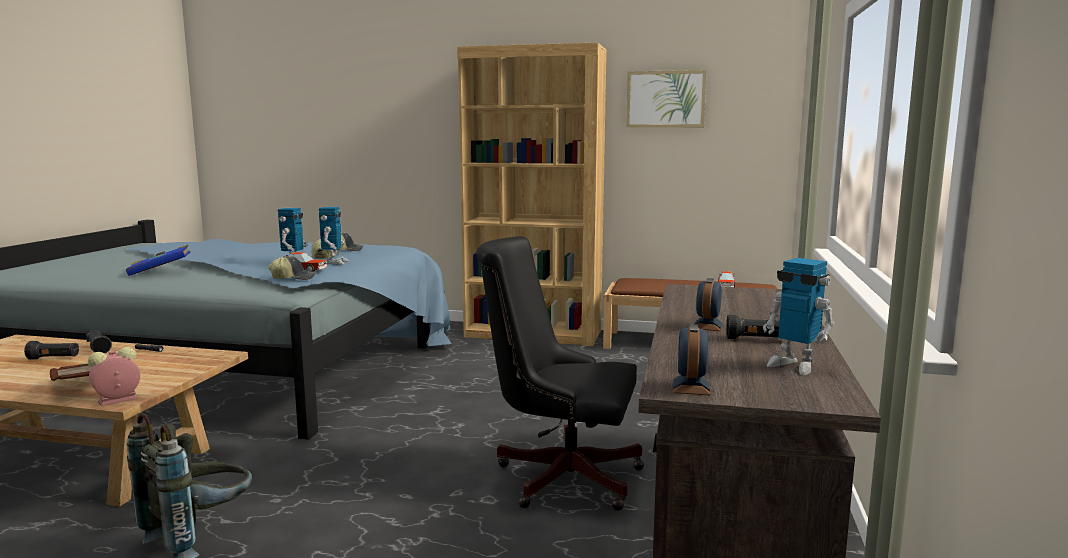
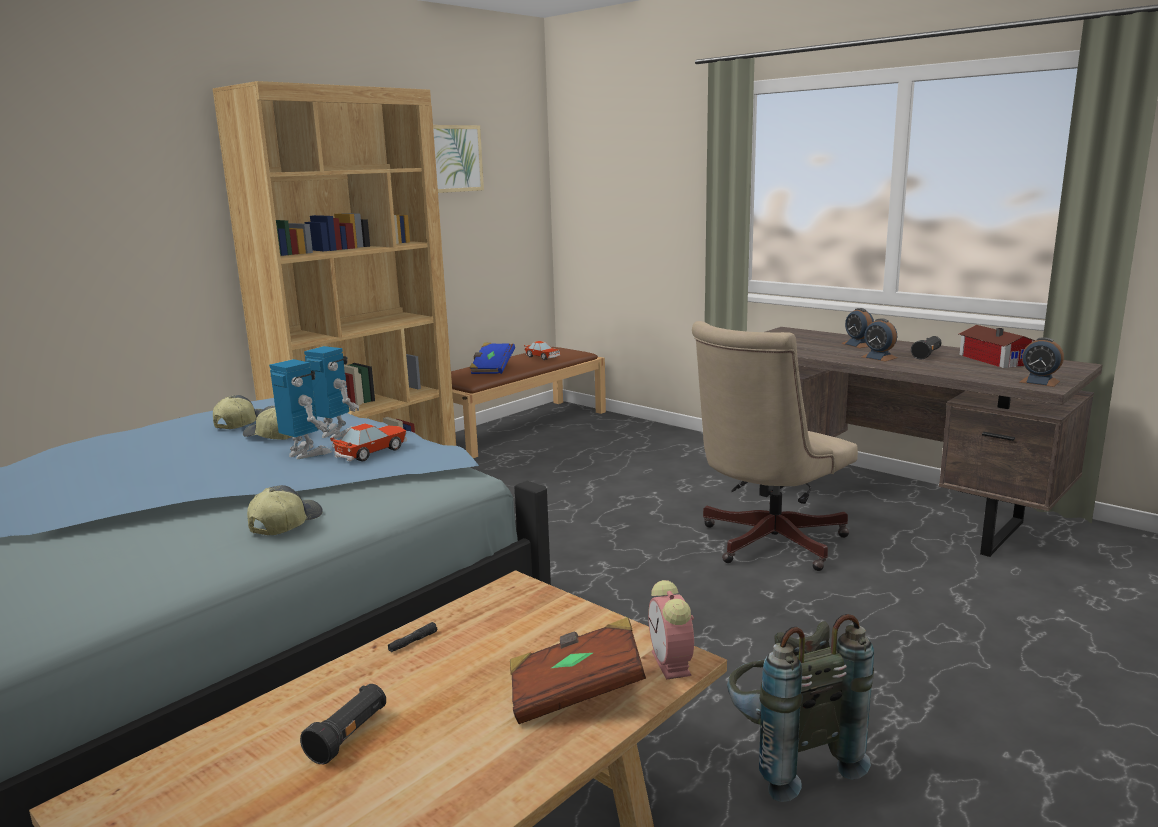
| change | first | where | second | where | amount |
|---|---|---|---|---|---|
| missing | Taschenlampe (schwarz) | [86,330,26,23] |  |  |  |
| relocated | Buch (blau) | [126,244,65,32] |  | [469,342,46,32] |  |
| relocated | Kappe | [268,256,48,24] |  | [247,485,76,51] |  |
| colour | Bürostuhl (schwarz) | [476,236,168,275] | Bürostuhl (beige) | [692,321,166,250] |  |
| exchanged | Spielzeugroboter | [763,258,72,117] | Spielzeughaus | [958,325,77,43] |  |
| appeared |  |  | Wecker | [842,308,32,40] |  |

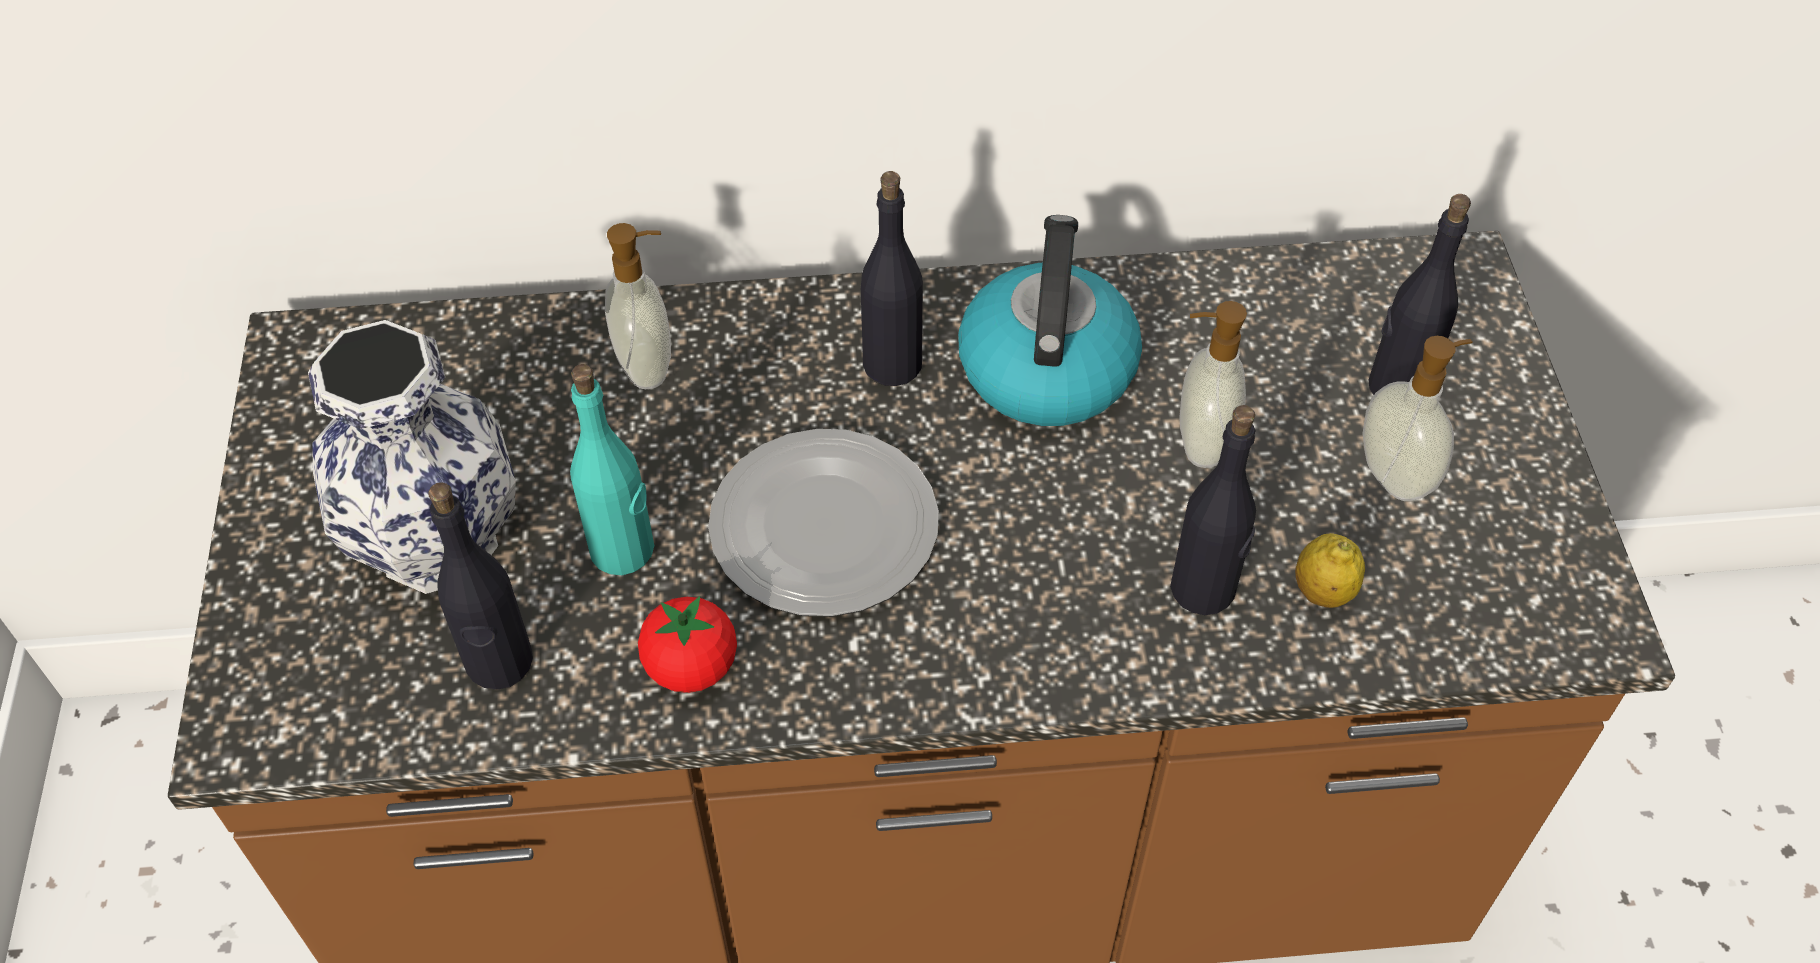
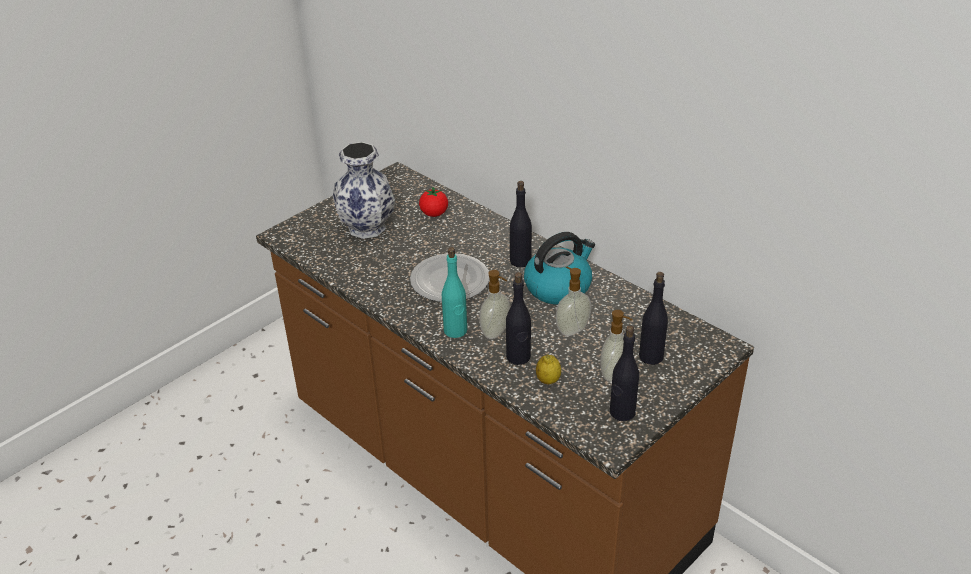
| change | first | where | second | where | amount |
|---|---|---|---|---|---|
| relocated | Flasche (schwarz) | [428,482,105,208] |  | [610,325,29,96] |  |
| relocated | Flasche (türkis) | [570,364,84,211] |  | [442,247,25,91] |  |
| relocated | Seifenspender | [605,223,66,166] |  | [479,270,31,69] |  |
| relocated | Tomate | [638,596,99,97] |  | [419,187,29,30] |  |

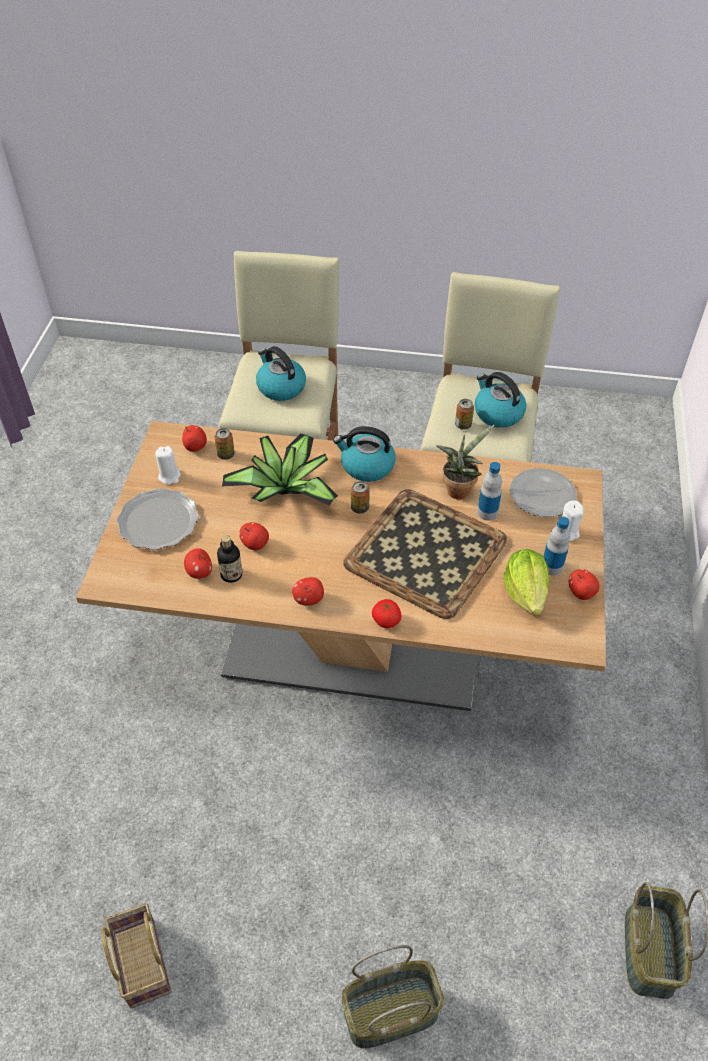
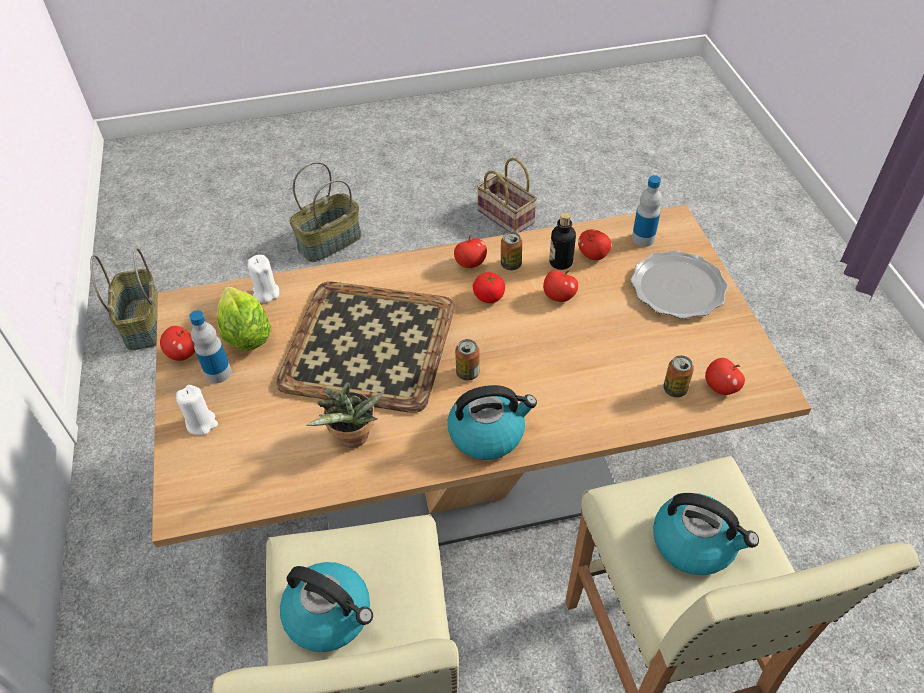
| change | first | where | second | where | amount |
|---|---|---|---|---|---|
| relocated | Kerze (weiß) | [155,446,26,39] |  | [248,255,31,48] |  |
| missing | Topfpflanze | [222,434,116,72] |  |  |  |
| relocated | Tomate | [372,599,29,29] |  | [473,272,32,31] |  |
| relocated | Dose | [455,399,19,31] |  | [501,232,21,38] |  |
| relocated | Flasche | [477,462,25,59] |  | [632,175,30,72] |  |
| missing | Teller | [510,468,67,49] |  |  |  |

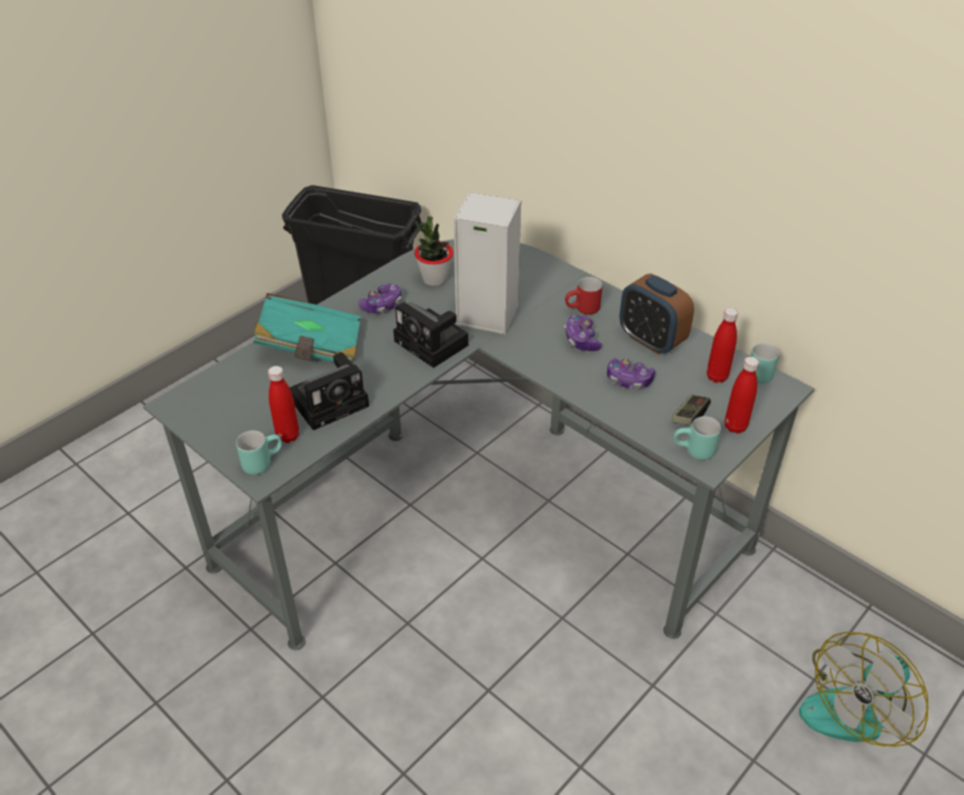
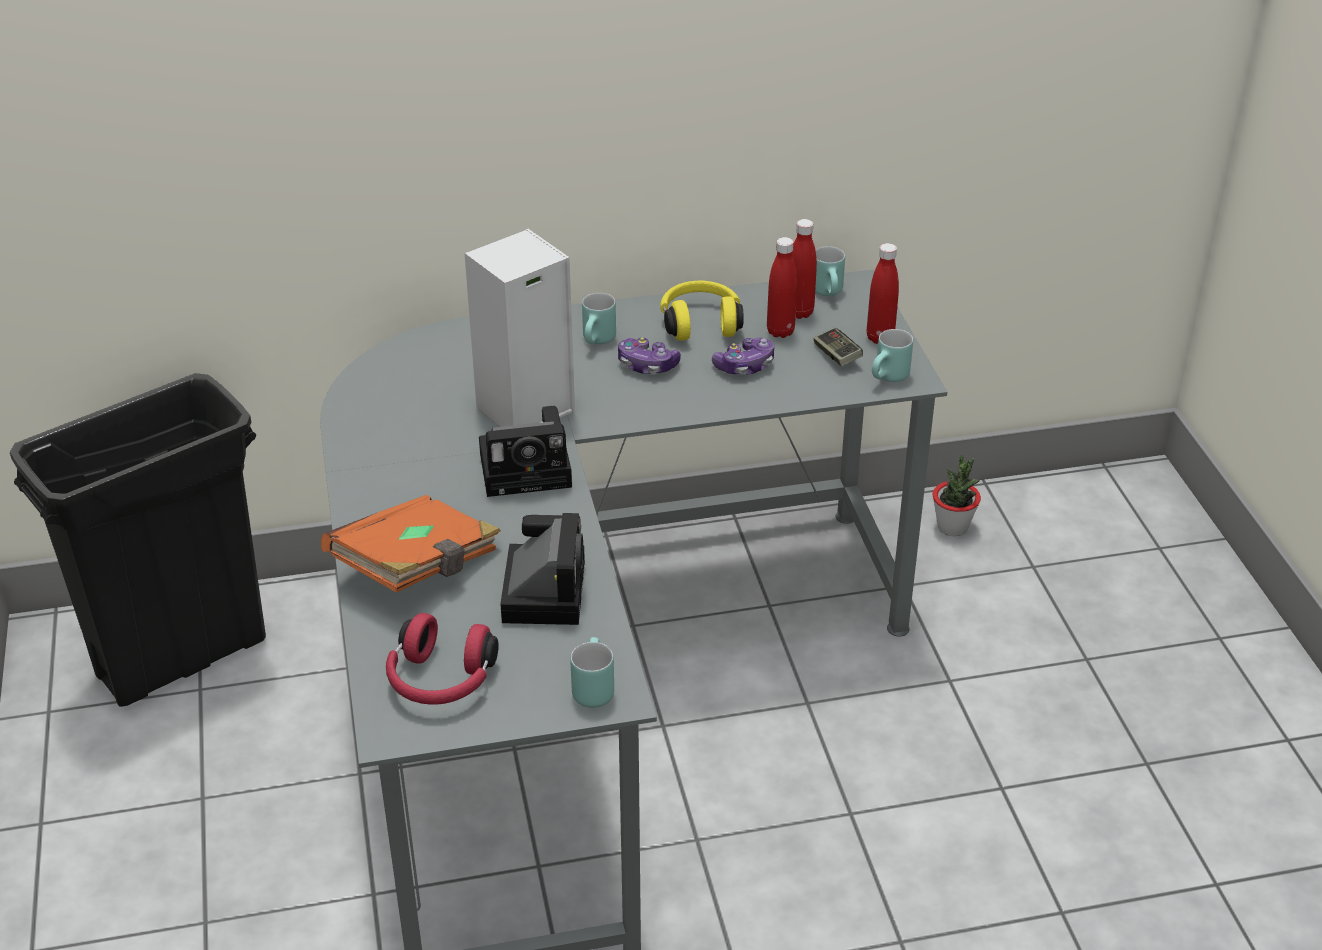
| change | first | where | second | where | amount |
|---|---|---|---|---|---|
| colour | Buch (türkis) | [253,293,108,69] | Buch (orange) | [321,495,180,98] |  |
| relocated | Flasche (rot) | [268,366,31,77] |  | [767,237,30,101] |  |
| missing | Gamepad | [358,284,43,29] |  |  |  |
| relocated | Topfpflanze | [414,216,39,70] |  | [933,456,48,80] |  |
| colour | Henkelbecher (rot) | [565,277,37,38] | Henkelbecher (türkis) | [582,293,34,51] |  |
| exchanged | Wecker | [620,274,74,80] | Kopfhörer (gelb) | [660,281,84,60] |  |
| missing | Ventilator | [799,632,129,115] |  |  |  |
| appeared |  |  | Kopfhörer (rot) | [386,613,113,92] |  |

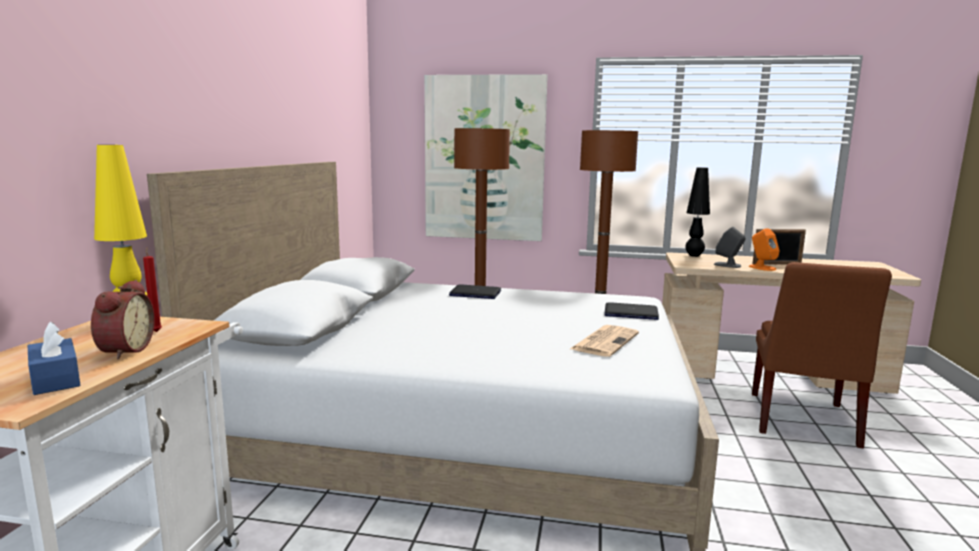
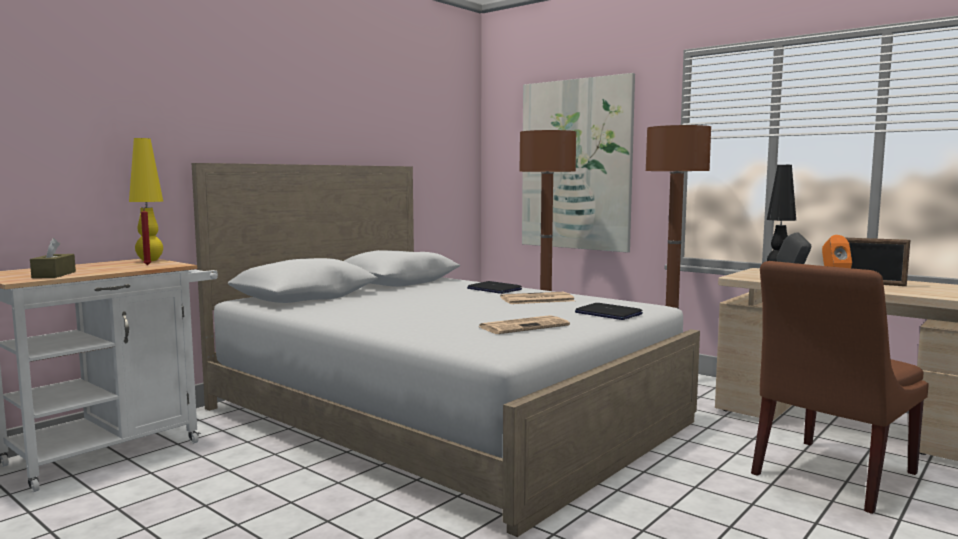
| change | first | where | second | where | amount |
|---|---|---|---|---|---|
| colour | Taschentuchbox (blau) | [28,322,53,73] | Taschentuchbox (braun) | [30,238,46,40] |  |
| missing | Wecker | [91,280,64,80] |  |  |  |
| appeared |  |  | Zeitung | [500,292,75,12] |  |

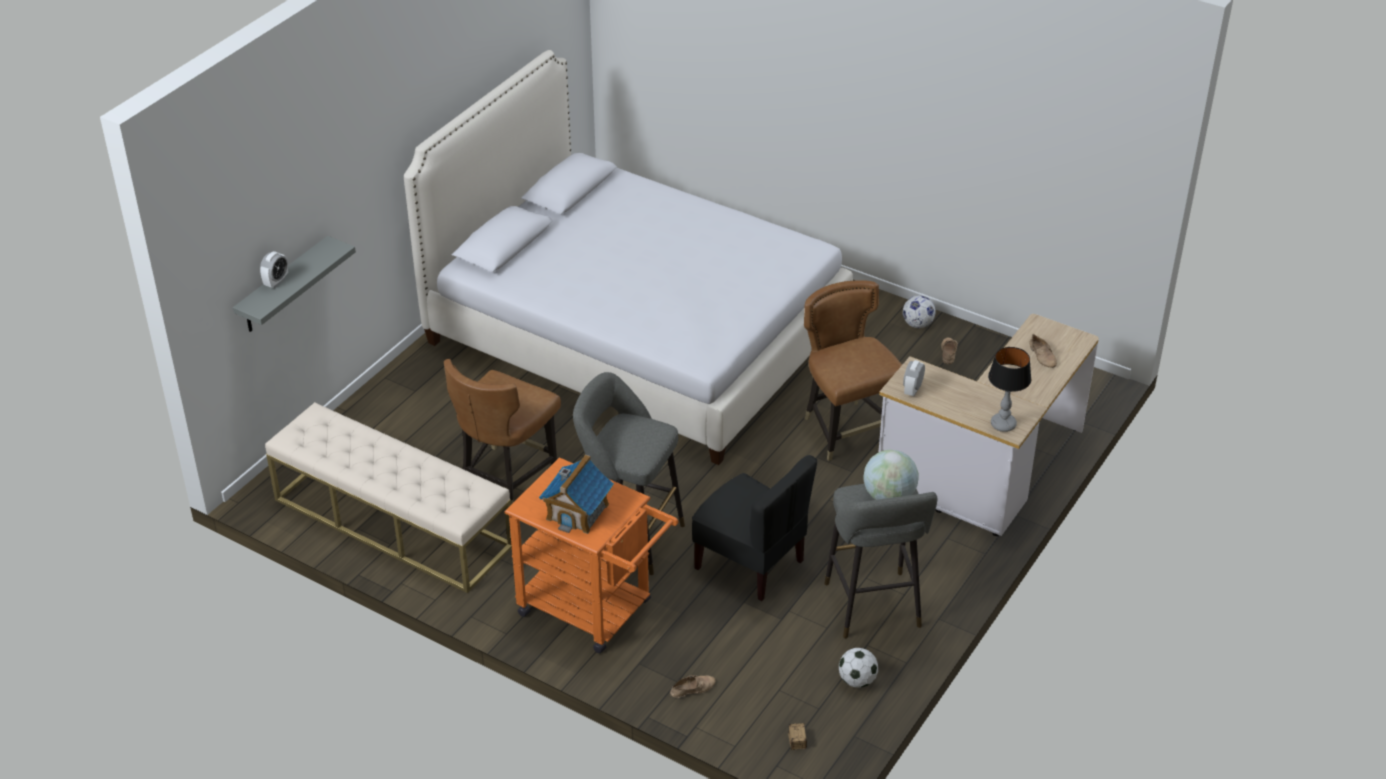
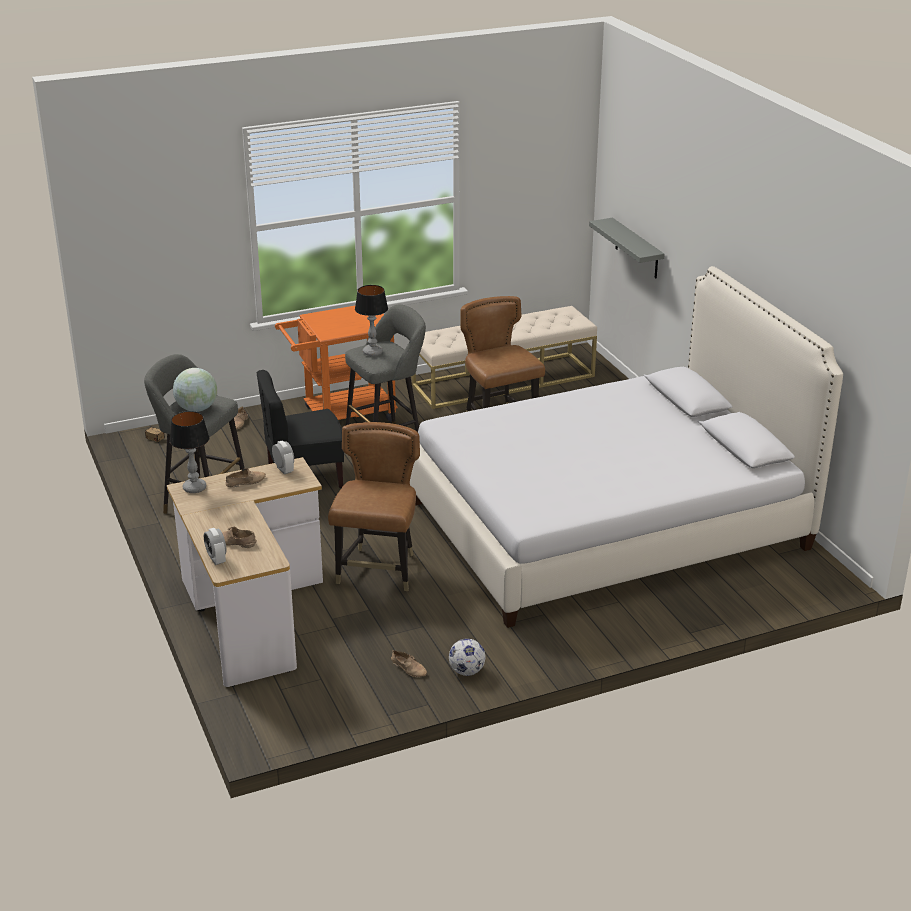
| change | first | where | second | where | amount |
|---|---|---|---|---|---|
| relocated | Wecker | [260,251,28,37] |  | [204,528,23,37] |  |
| missing | Spielzeughaus | [539,454,75,80] |  |  |  |
| spun | Stuhl (braun) | [804,280,98,181] |  | [328,422,92,169] | 90 degrees counterclockwise |
| missing | Fußball | [839,648,39,40] |  |  |  |
| appeared |  |  | Schuh (beige) | [225,468,41,20] |  |
| appeared |  |  | Tischlampe | [355,285,33,71] |  |

